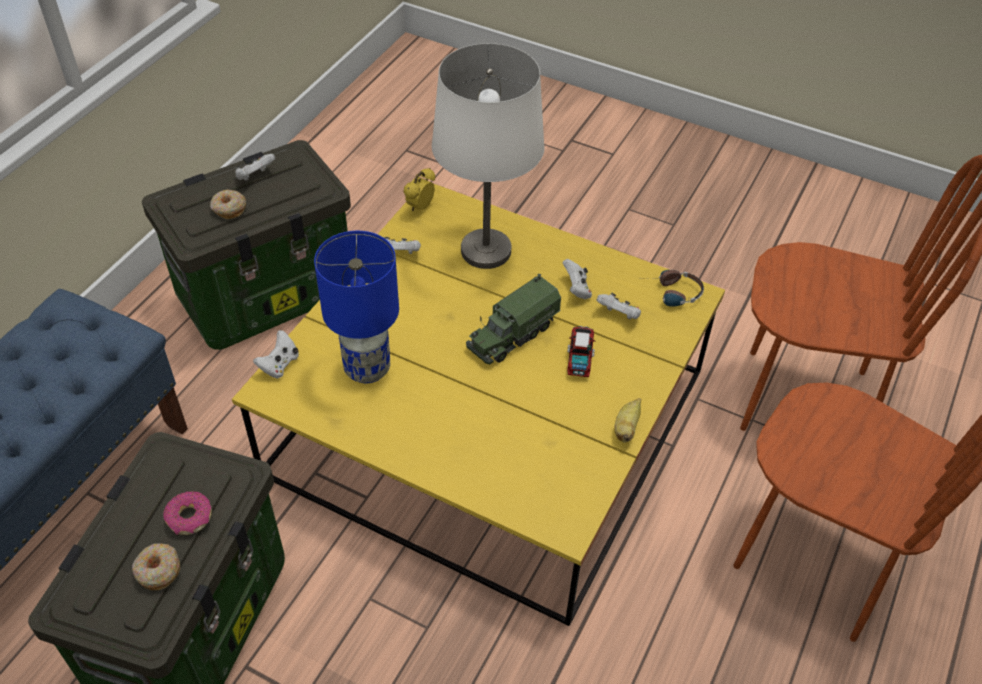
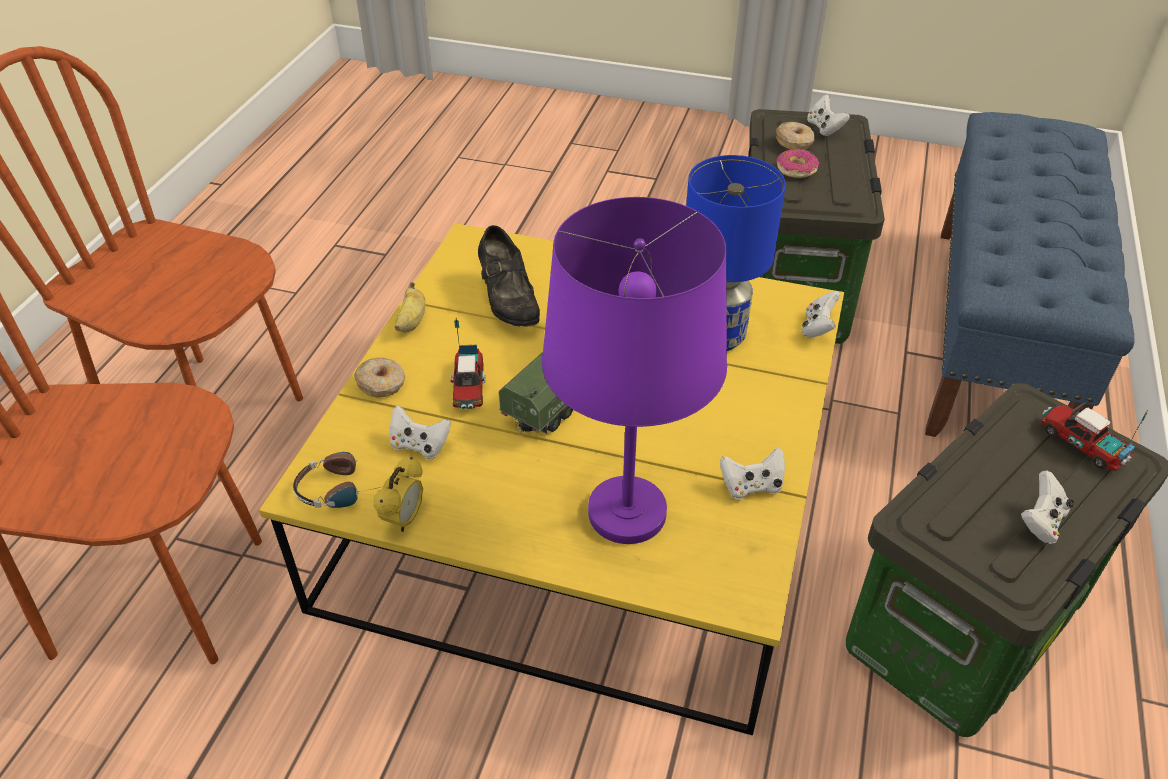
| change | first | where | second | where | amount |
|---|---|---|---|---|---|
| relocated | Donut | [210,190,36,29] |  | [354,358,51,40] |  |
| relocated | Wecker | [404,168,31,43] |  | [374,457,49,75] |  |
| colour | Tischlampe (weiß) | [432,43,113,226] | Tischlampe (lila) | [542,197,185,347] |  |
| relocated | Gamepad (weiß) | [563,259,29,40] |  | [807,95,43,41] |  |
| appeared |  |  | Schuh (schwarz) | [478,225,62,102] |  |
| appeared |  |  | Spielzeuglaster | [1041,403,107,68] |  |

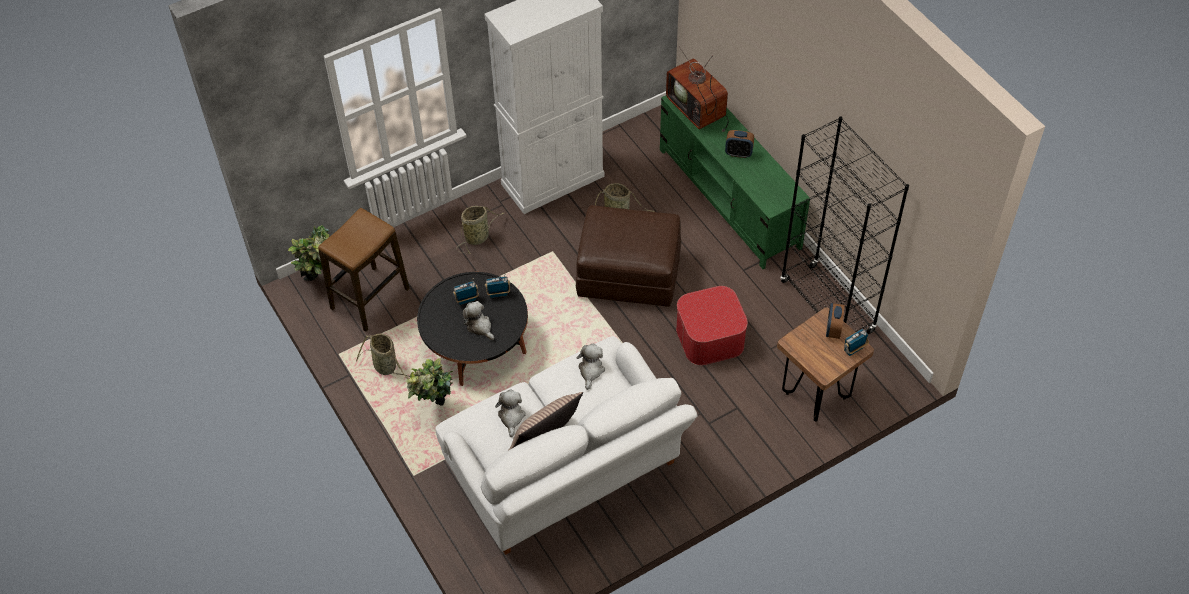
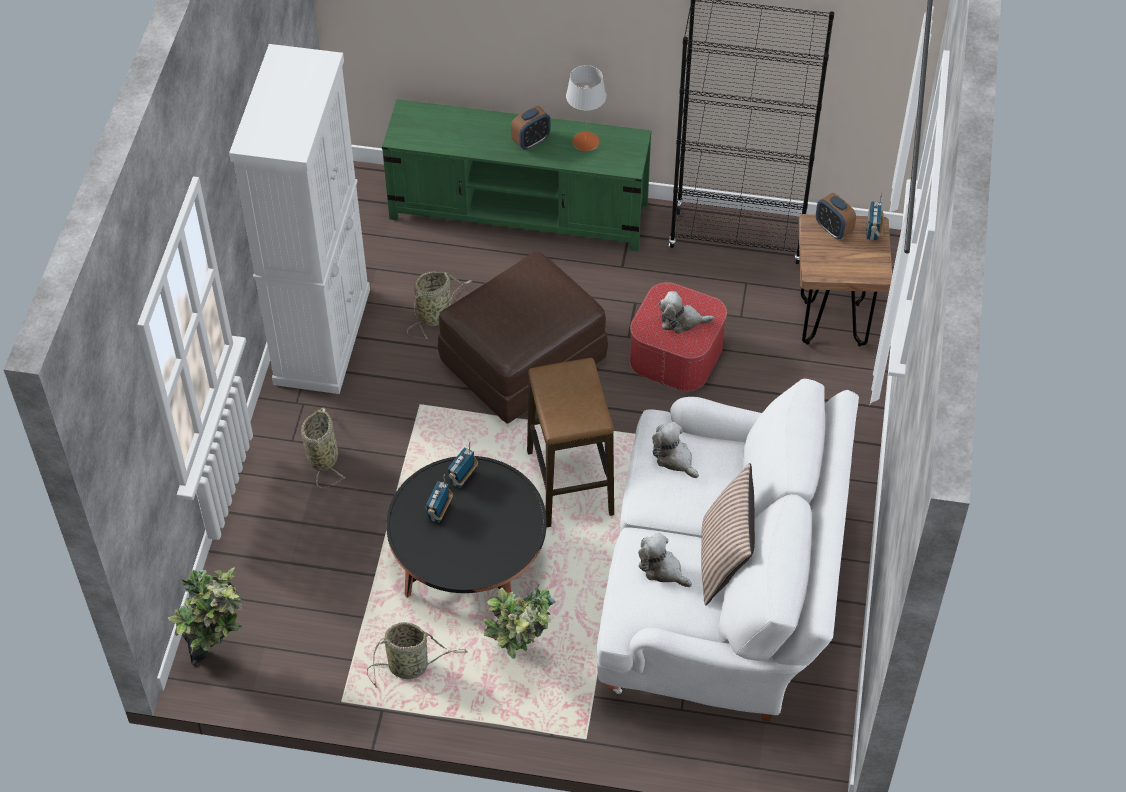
| change | first | where | second | where | amount |
|---|---|---|---|---|---|
| relocated | Hocker | [318,208,92,124] |  | [527,358,87,169] |  |
| relocated | Plüschtier | [463,301,31,39] |  | [659,291,56,43] |  |
| missing | Fernseher | [666,46,63,86] |  |  |  |
| appeared |  |  | Tischlampe (grau) | [566,65,40,86] |  |

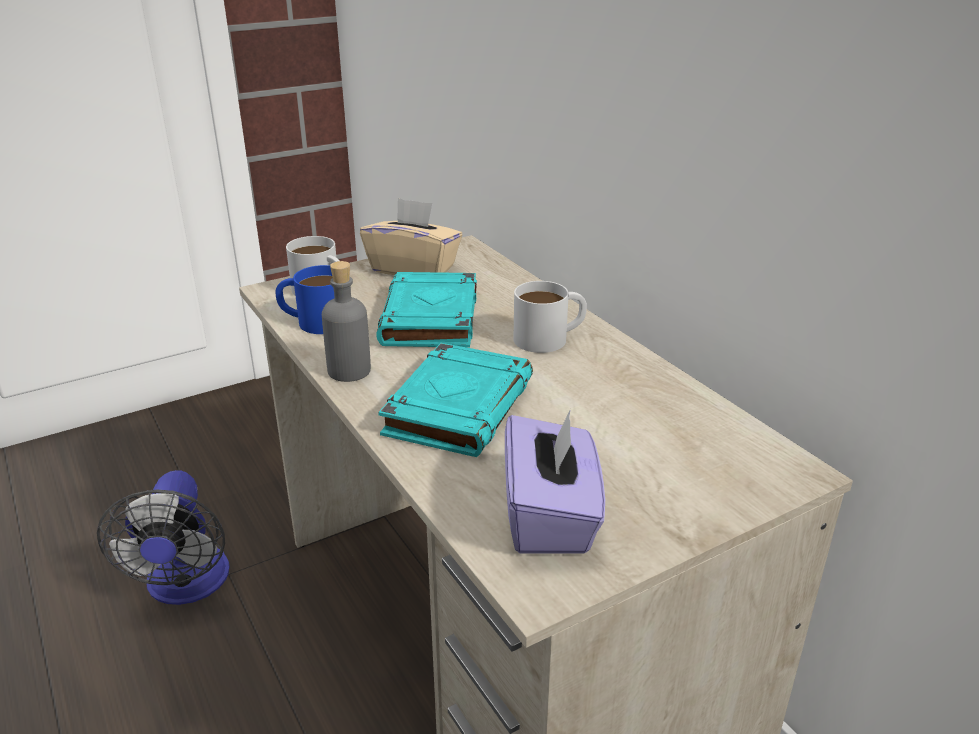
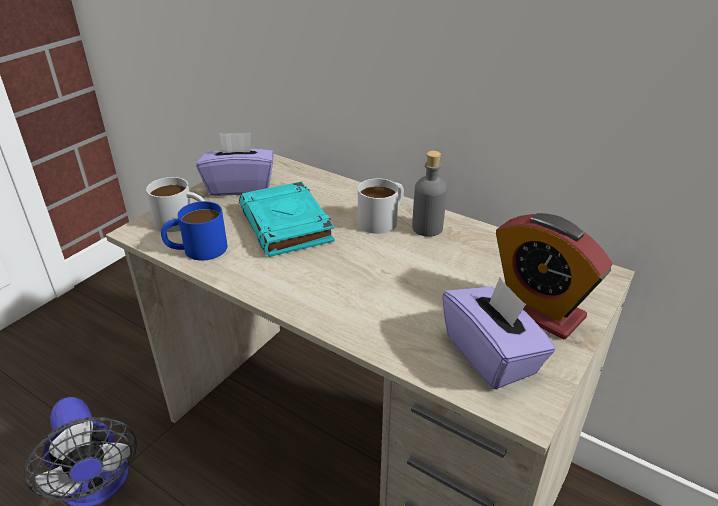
| change | first | where | second | where | amount |
|---|---|---|---|---|---|
| relocated | Flasche (grau) | [322,261,49,121] |  | [412,151,35,86] |  |
| colour | Taschentuchbox (beige) | [360,198,102,77] | Taschentuchbox (lila) | [196,132,78,64] |  |
| missing | Buch (türkis) | [378,343,155,114] |  |  |  |
| appeared |  |  | Wecker | [496,213,116,127] |  |

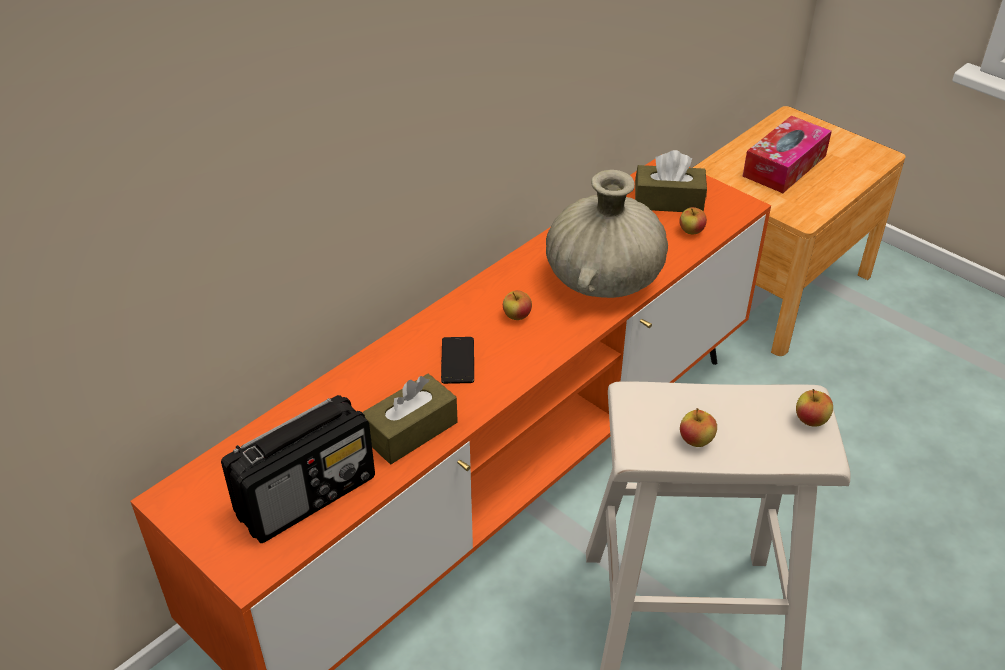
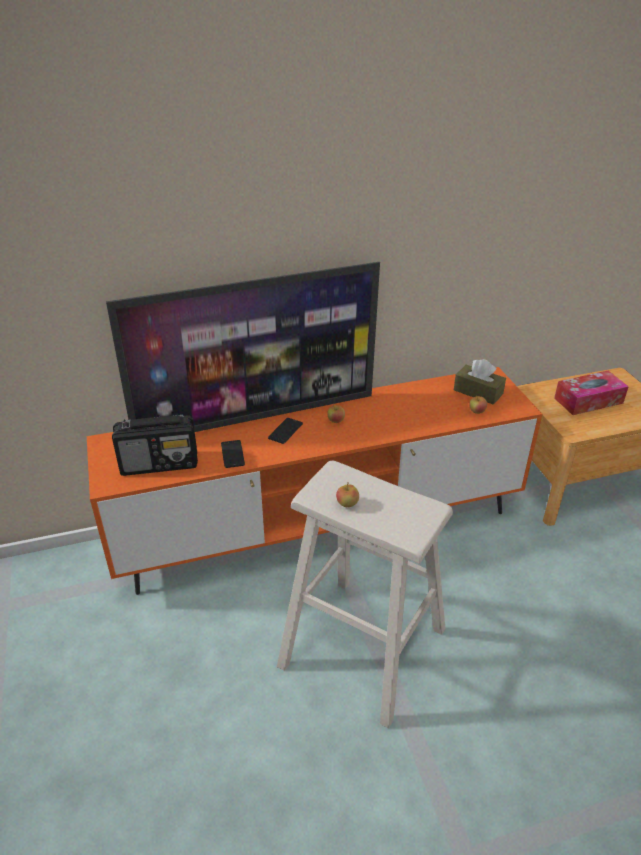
| change | first | where | second | where | amount |
|---|---|---|---|---|---|
| exchanged | Taschentuchbox (braun) | [362,374,96,90] | Handy | [221,440,24,28] |  |
| missing | Vase (beige) | [546,170,122,128] |  |  |  |
| missing | Apfel | [796,389,37,38] |  |  |  |
| appeared |  |  | Fernseher | [106,262,274,170] |  |

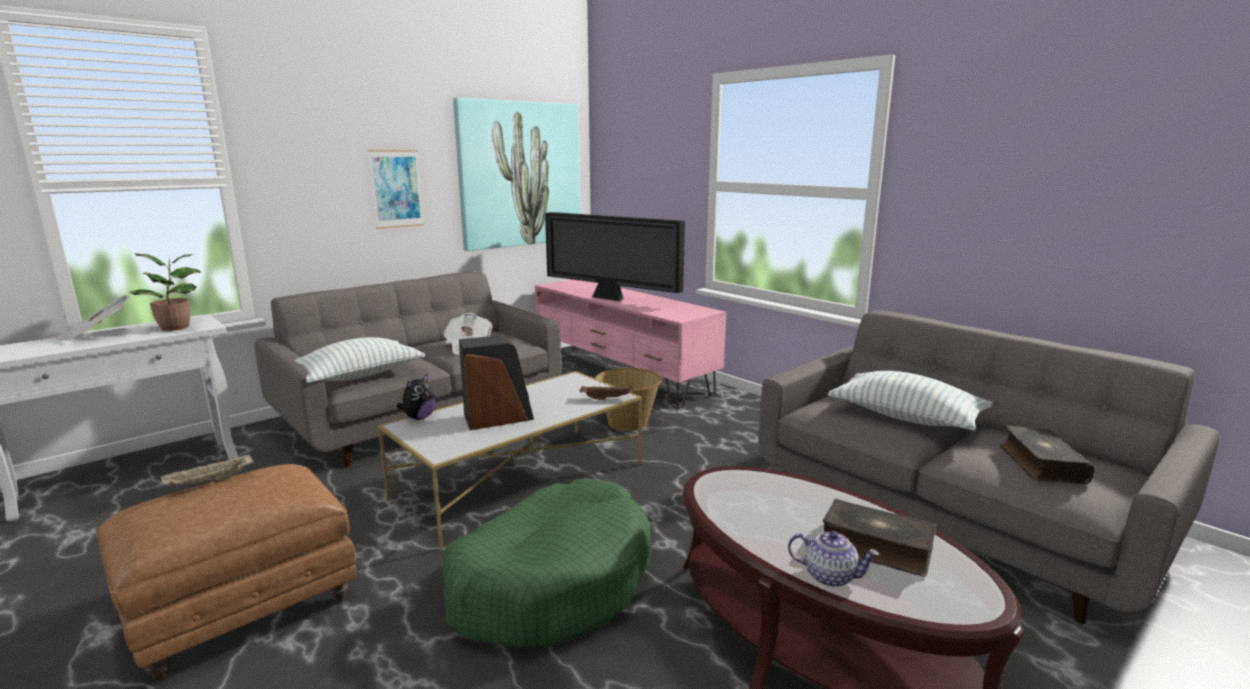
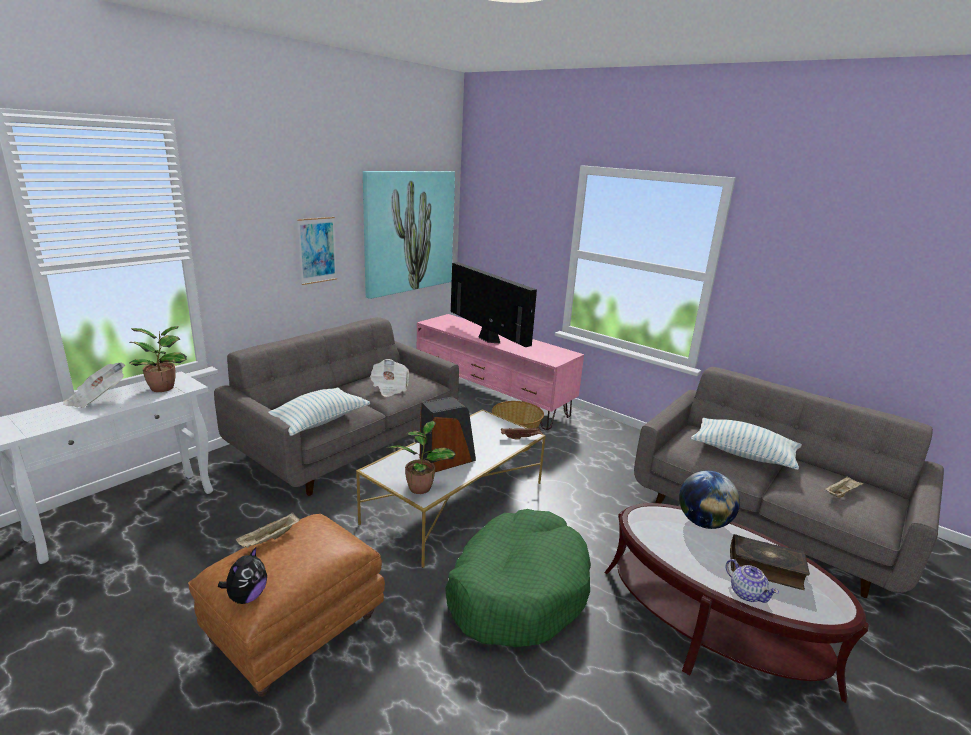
| change | first | where | second | where | amount |
|---|---|---|---|---|---|
| relocated | Plüschtier | [396,373,40,47] |  | [218,547,49,57] |  |
| spun | Fernseher | [545,212,140,90] |  | [451,262,86,85] | 150 degrees counterclockwise |
| spun | Teekanne | [788,531,92,56] |  | [725,559,54,44] | 45 degrees clockwise |
| exchanged | Buch | [1000,425,95,59] | Tablett (beige) | [825,476,39,22] |  |
| appeared |  |  | Topfpflanze | [387,421,69,73] |  |
| appeared |  |  | Globus | [679,471,61,58] |  |

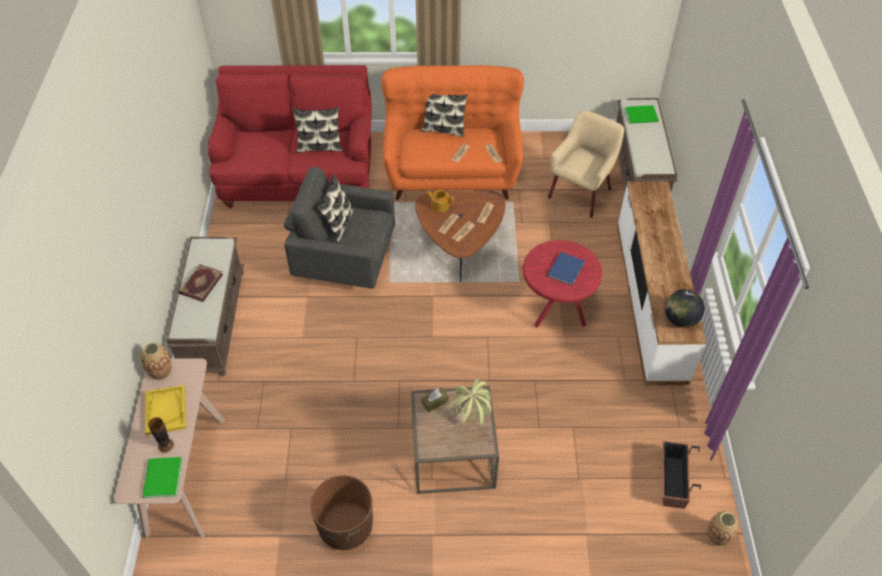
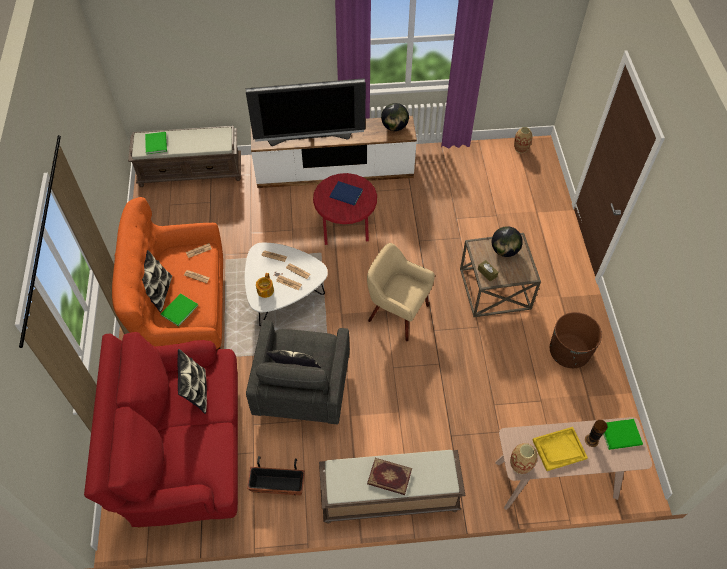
| change | first | where | second | where | amount |
|---|---|---|---|---|---|
| colour | Couchtisch (braun) | [415,191,90,91] | Couchtisch (weiß) | [245,243,83,83] |  |
| exchanged | Topfpflanze | [447,379,44,48] | Globus | [492,226,31,31] |  |
| relocated | Sessel (beige) | [548,110,76,108] |  | [367,243,68,98] |  |
| relocated | Pflanzkübel | [662,441,39,68] |  | [247,456,58,39] |  |
| appeared |  |  | Buch (grün) | [161,293,37,33] |  |
| appeared |  |  | Fernseher | [246,78,120,68] |  |

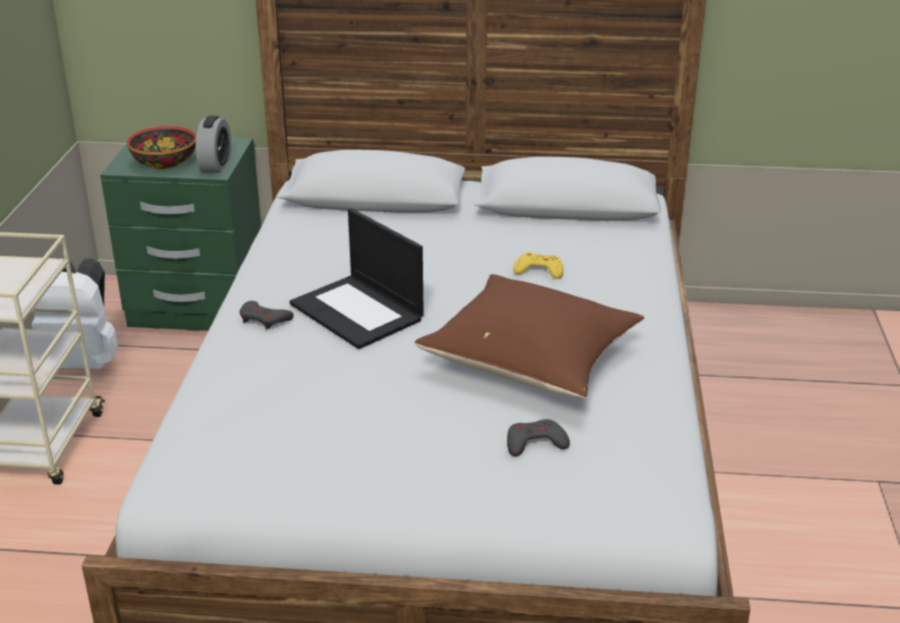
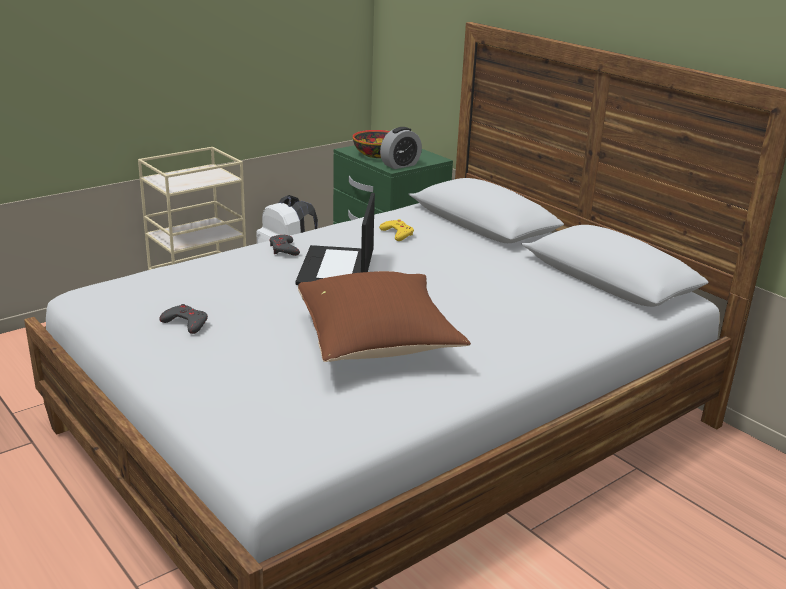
| change | first | where | second | where | amount |
|---|---|---|---|---|---|
| relocated | Gamepad (grau) | [507,419,63,37] |  | [159,304,49,30] |  |
| relocated | Gamepad (gelb) | [513,252,50,27] |  | [379,219,35,22] |  |

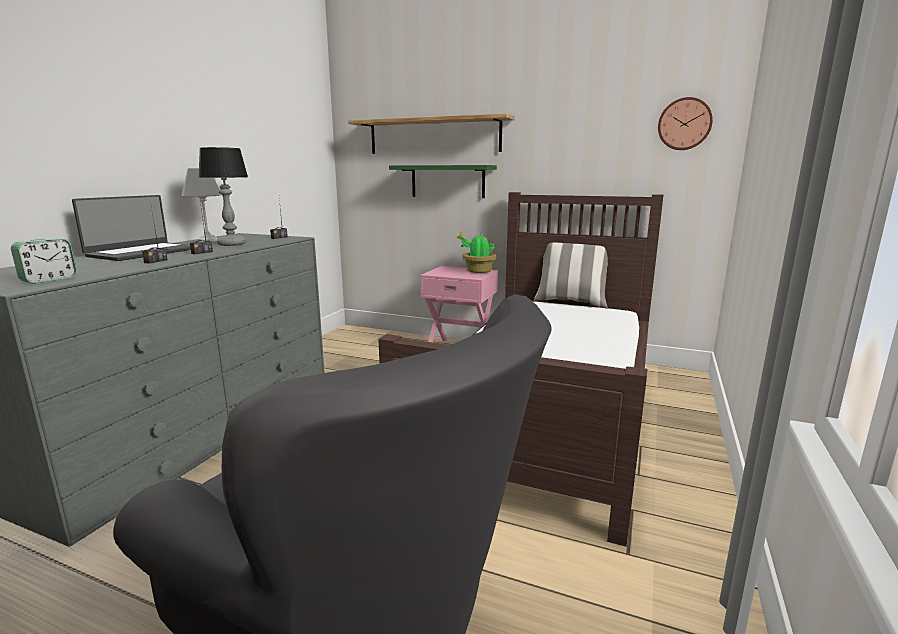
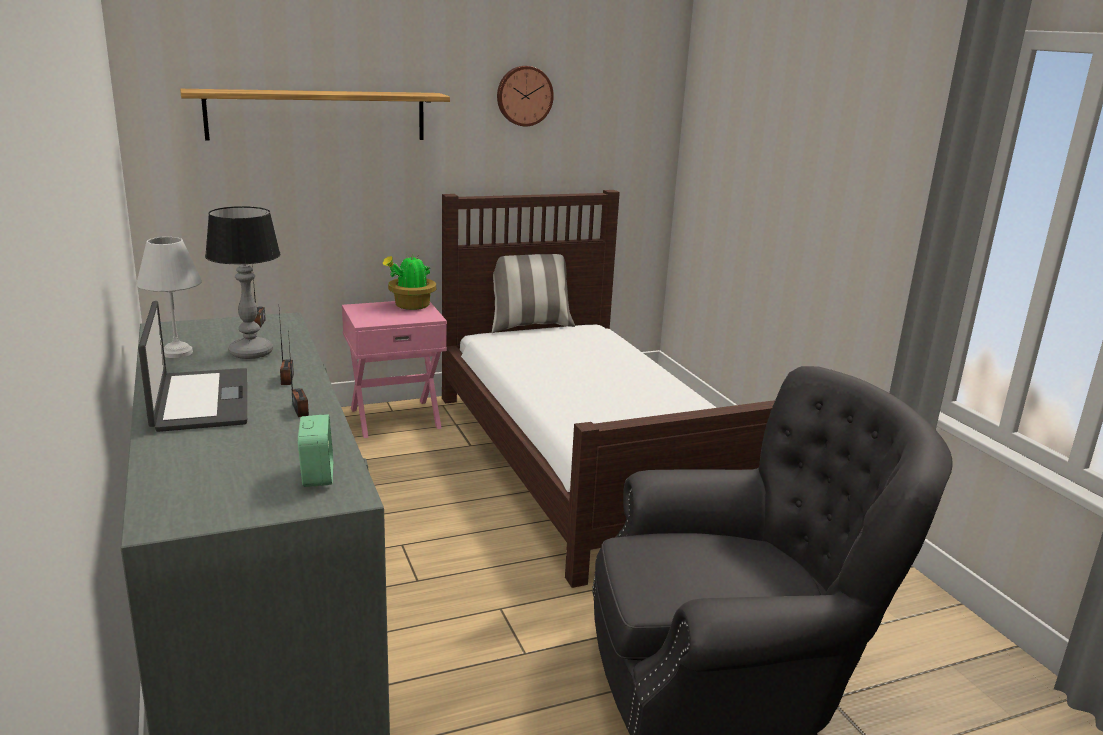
| change | first | where | second | where | amount |
|---|---|---|---|---|---|
| missing | Wandregal (grün) | [389,165,108,33] |  |  |  |
| relocated | Wanduhr | [658,97,55,53] |  | [497,66,57,60] |  |

